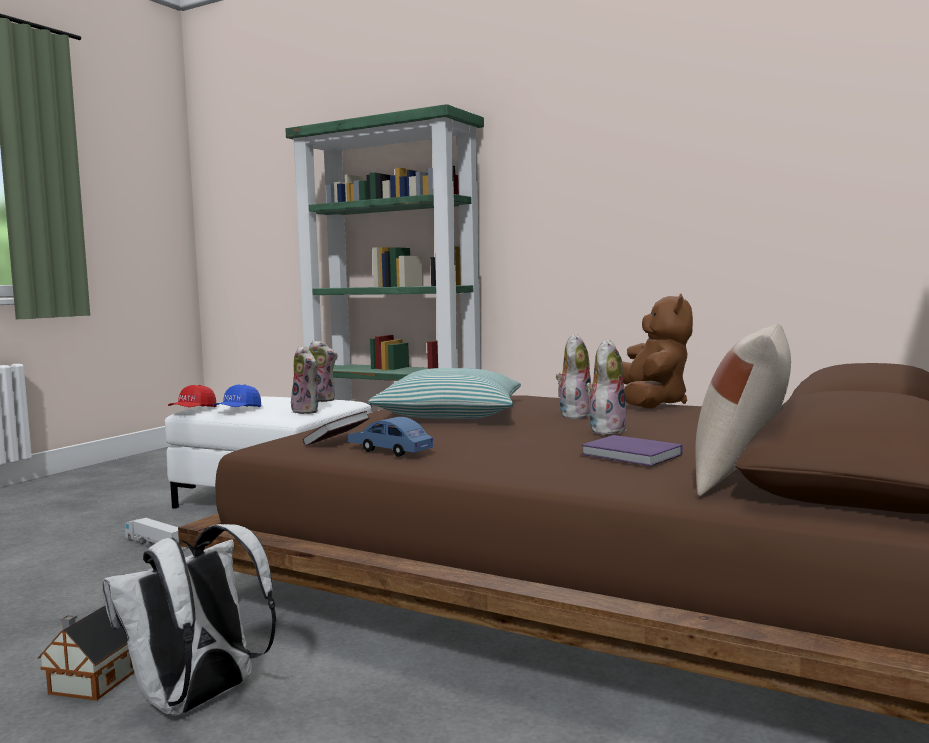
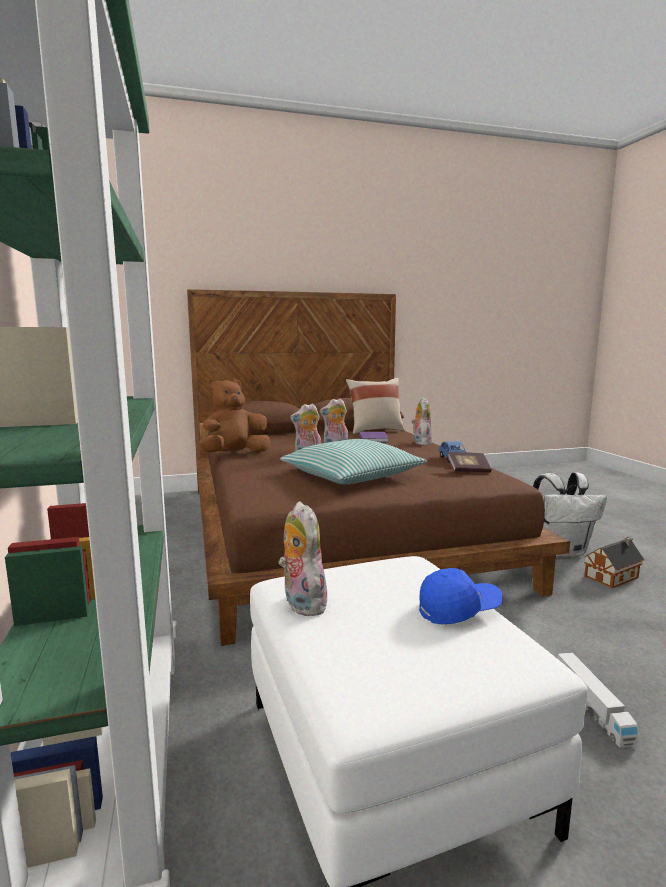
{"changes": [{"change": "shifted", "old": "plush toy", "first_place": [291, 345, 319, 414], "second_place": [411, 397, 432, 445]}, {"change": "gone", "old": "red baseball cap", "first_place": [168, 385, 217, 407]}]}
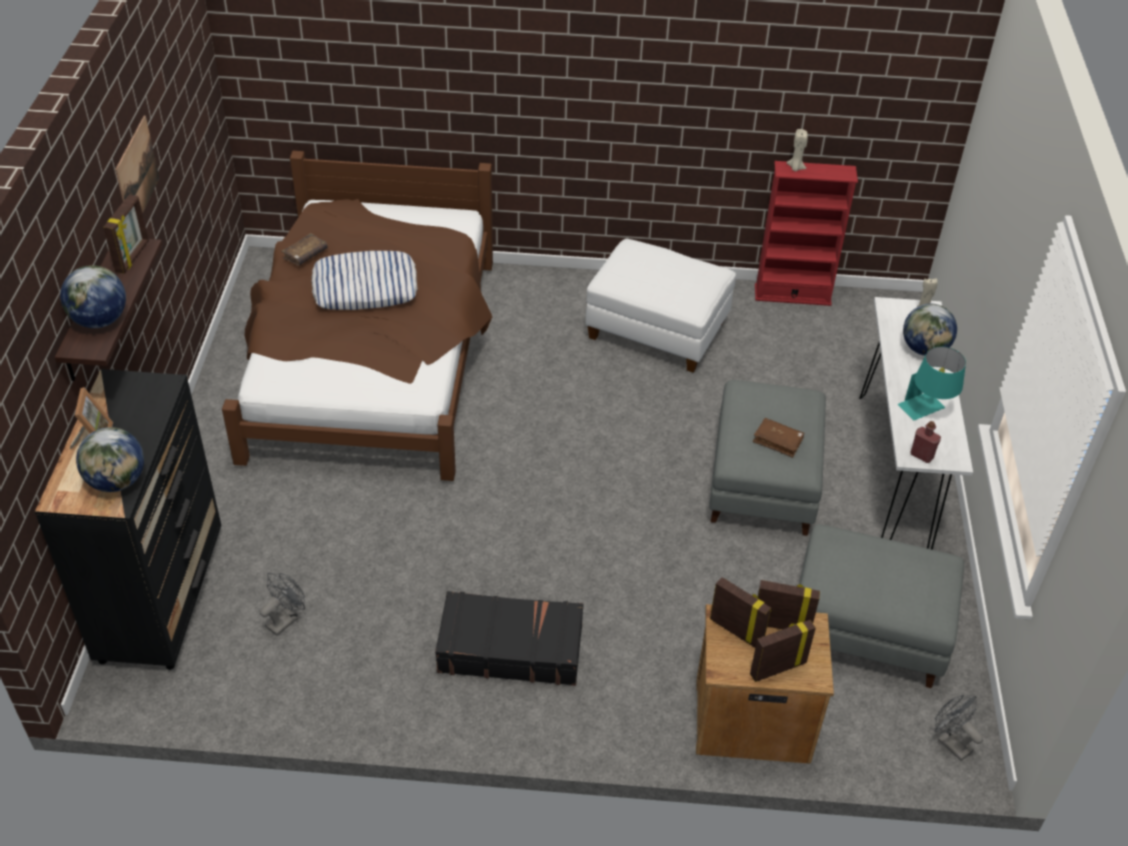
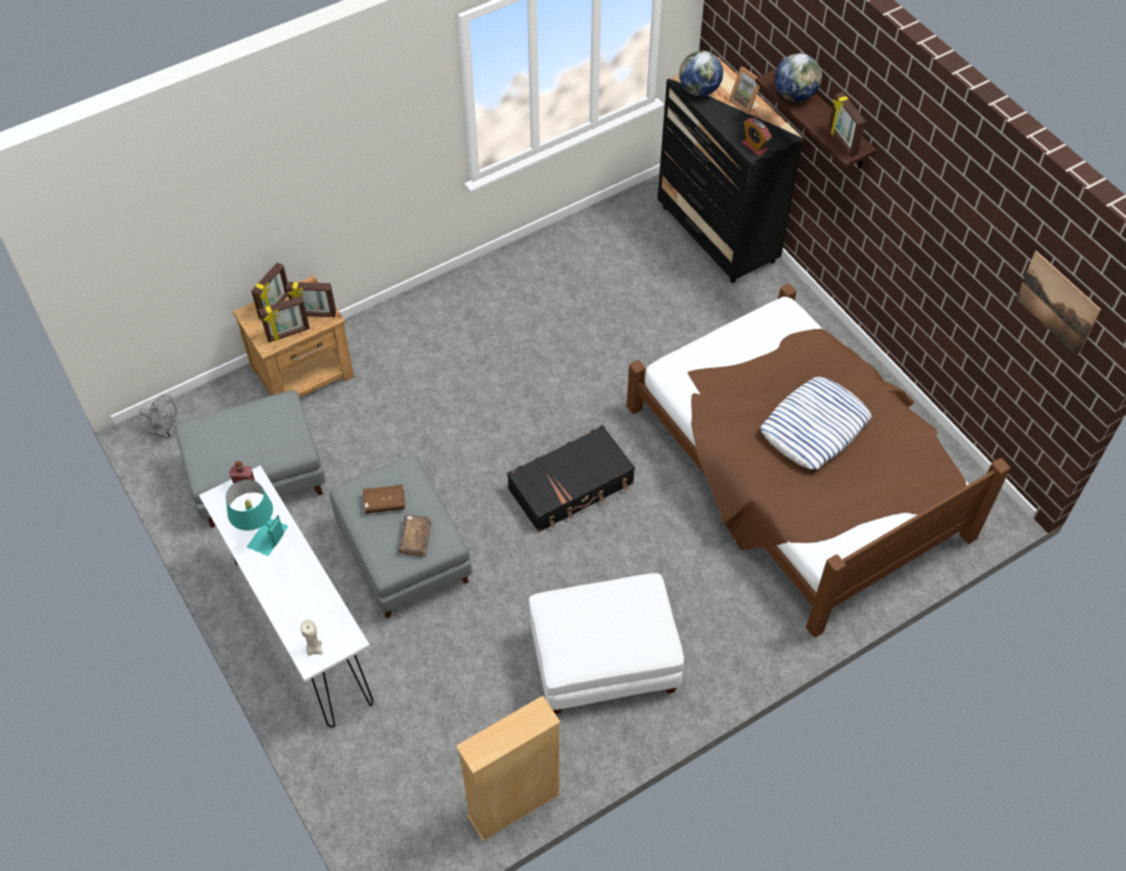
{"changes": [{"change": "shifted", "old": "brown-coloured book", "first_place": [281, 233, 328, 266], "second_place": [399, 515, 431, 557]}, {"change": "repainted", "old": "red bookcase", "new": "beige bookcase", "first_place": [755, 161, 858, 306], "second_place": [456, 696, 561, 841]}, {"change": "shifted", "old": "black suitcase", "first_place": [435, 591, 584, 686], "second_place": [507, 425, 635, 532]}, {"change": "new", "new": "alarm clock", "second_place": [742, 118, 772, 156]}, {"change": "shifted", "old": "wall picture", "first_place": [115, 116, 159, 213], "second_place": [1016, 251, 1101, 356]}, {"change": "gone", "old": "greyish fan", "first_place": [260, 573, 305, 636]}, {"change": "gone", "old": "beige wax light", "first_place": [787, 129, 808, 171]}, {"change": "gone", "old": "desk globe", "first_place": [903, 304, 957, 356]}]}
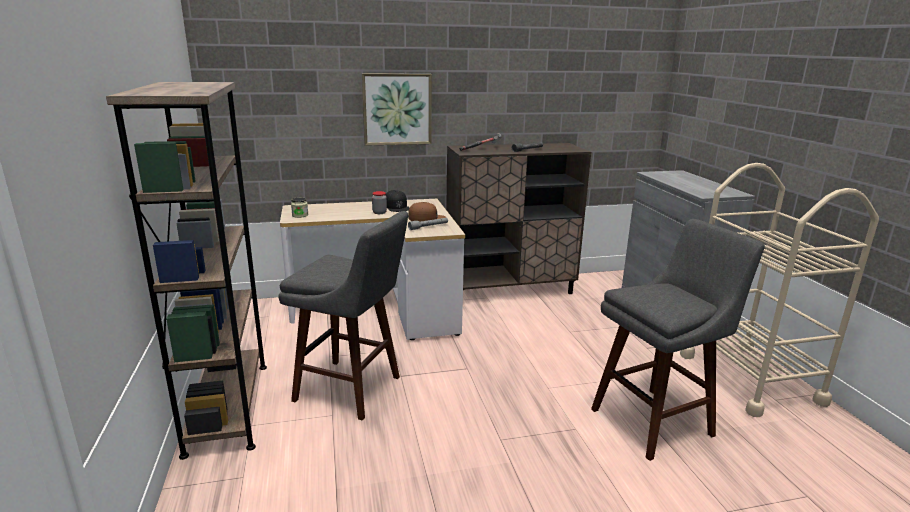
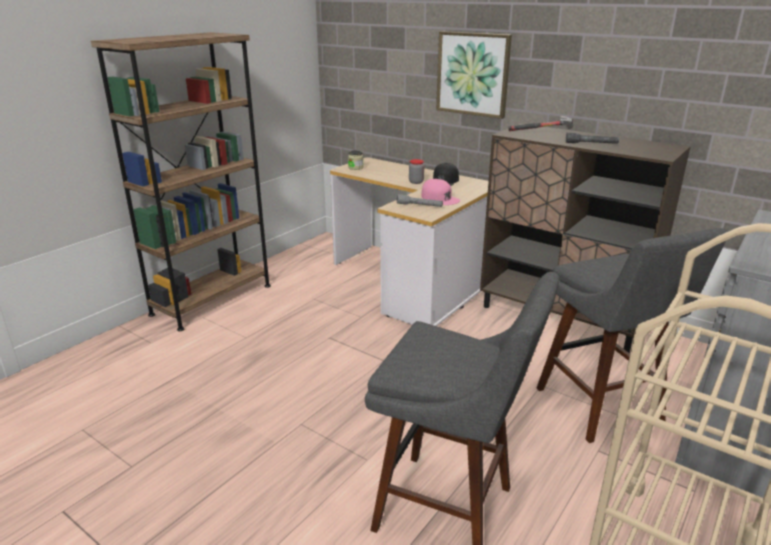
{"changes": [{"change": "repainted", "old": "brown-coloured baseball cap", "new": "pink baseball cap", "first_place": [408, 202, 446, 221], "second_place": [421, 179, 460, 205]}, {"change": "shifted", "old": "greyish stool", "first_place": [278, 211, 408, 421], "second_place": [537, 228, 728, 443]}]}
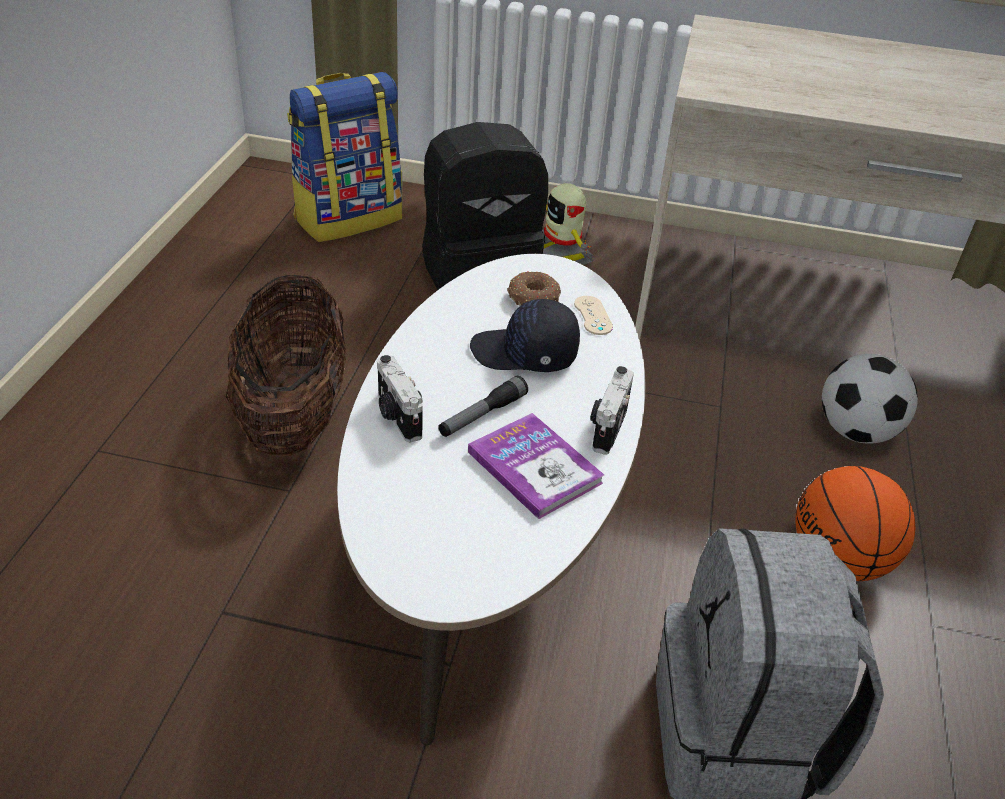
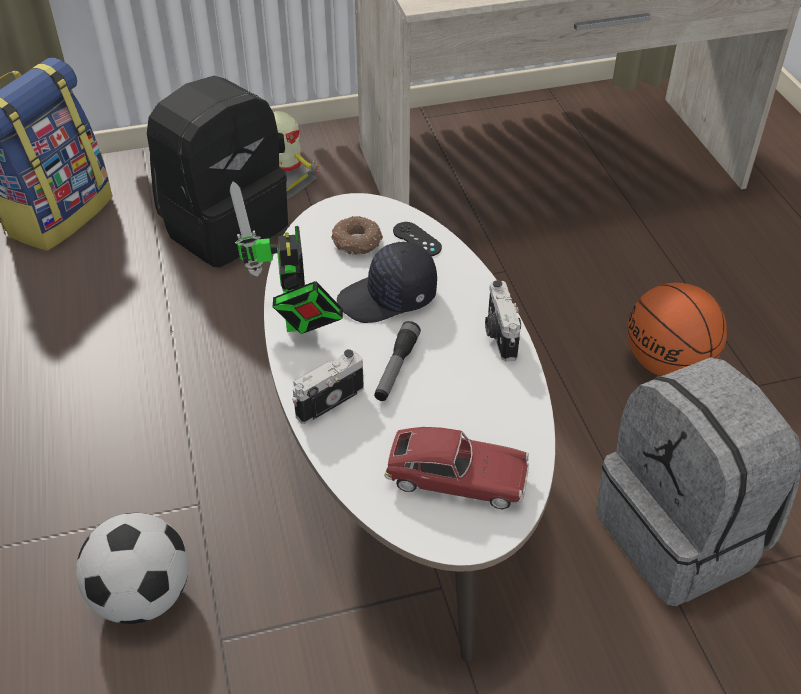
{"changes": [{"change": "shifted", "old": "football ball", "first_place": [822, 354, 918, 444], "second_place": [76, 513, 189, 624]}, {"change": "new", "new": "toy robot", "second_place": [229, 181, 343, 334]}, {"change": "rotated", "old": "photo camera", "first_place": [377, 355, 423, 442], "second_place": [292, 349, 364, 424], "degrees": 105}, {"change": "new", "new": "toy car", "second_place": [384, 427, 529, 510]}, {"change": "repainted", "old": "beige gamepad", "new": "black gamepad", "first_place": [574, 296, 613, 335], "second_place": [393, 222, 442, 256]}, {"change": "gone", "old": "basket", "first_place": [226, 273, 346, 456]}, {"change": "gone", "old": "book", "first_place": [468, 413, 604, 519]}]}
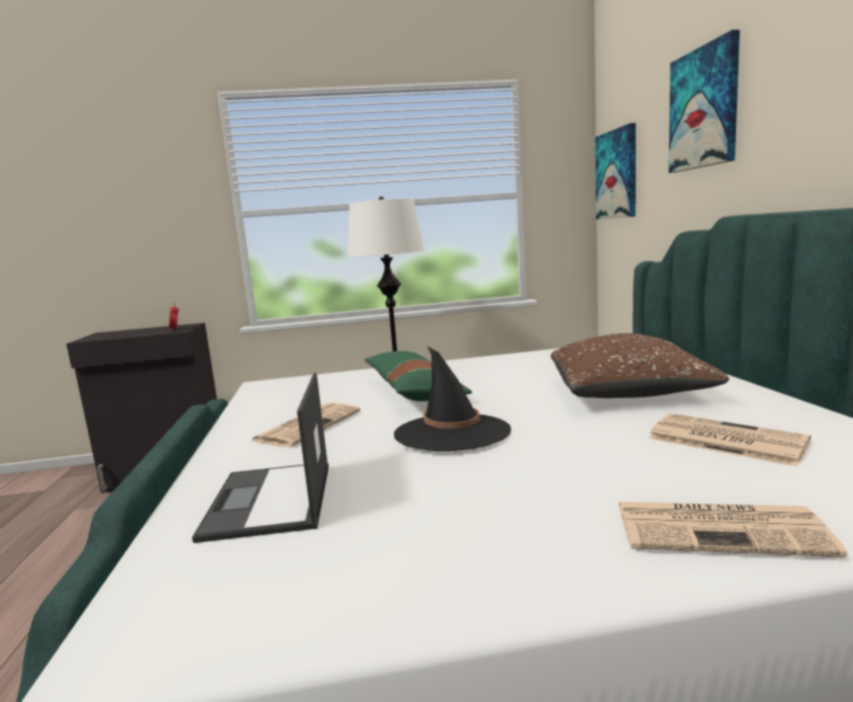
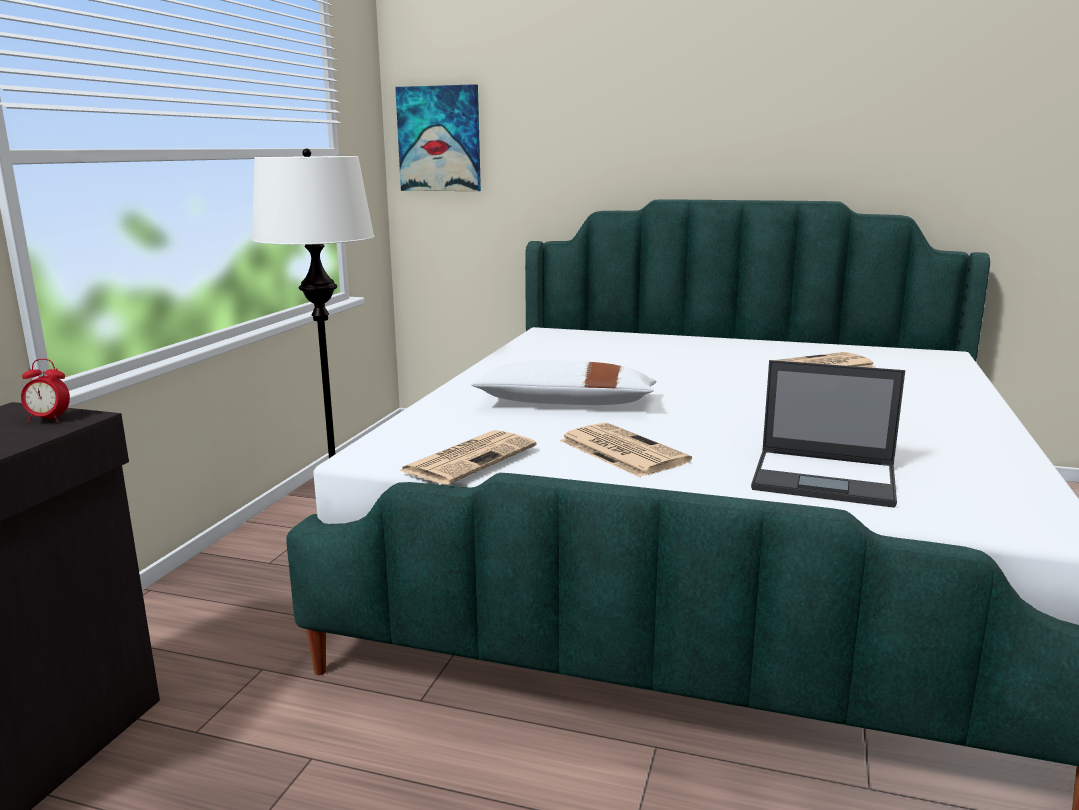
{"changes": [{"change": "shifted", "old": "printed paper", "first_place": [618, 502, 847, 557], "second_place": [399, 430, 537, 485]}, {"change": "repainted", "old": "green pillow", "new": "whitish pillow", "first_place": [364, 351, 472, 401], "second_place": [471, 360, 656, 405]}, {"change": "gone", "old": "black hat", "first_place": [394, 346, 511, 451]}, {"change": "gone", "old": "brown-coloured pillow", "first_place": [551, 333, 729, 398]}, {"change": "gone", "old": "wall picture", "first_place": [669, 30, 740, 173]}]}
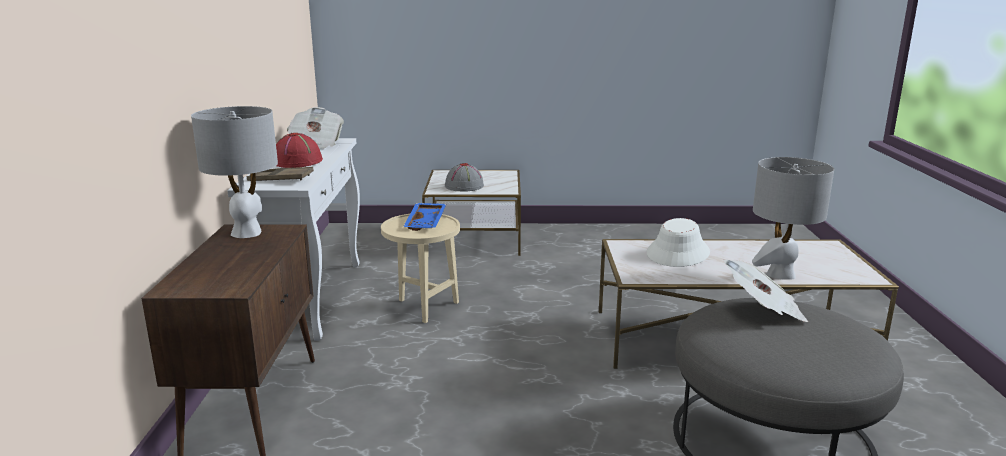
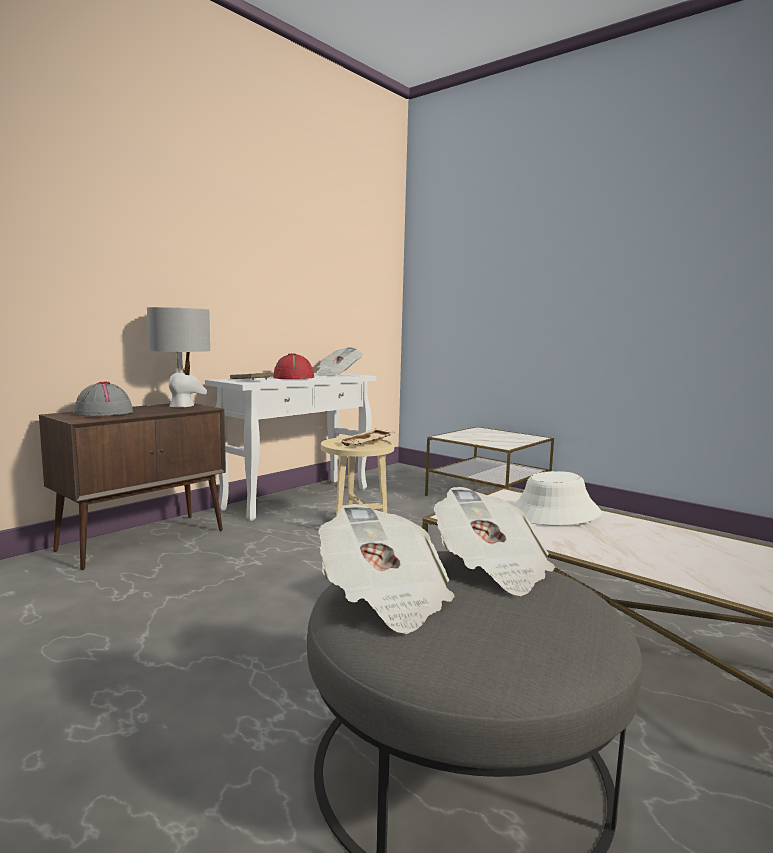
{"changes": [{"change": "shifted", "old": "greyish hat", "first_place": [445, 163, 484, 191], "second_place": [73, 382, 133, 416]}, {"change": "new", "new": "printed paper", "second_place": [318, 504, 455, 634]}, {"change": "repainted", "old": "blue carrying tray", "new": "beige carrying tray", "first_place": [403, 203, 446, 231], "second_place": [338, 428, 394, 446]}, {"change": "gone", "old": "greyish tabletop lamp", "first_place": [752, 157, 834, 280]}]}
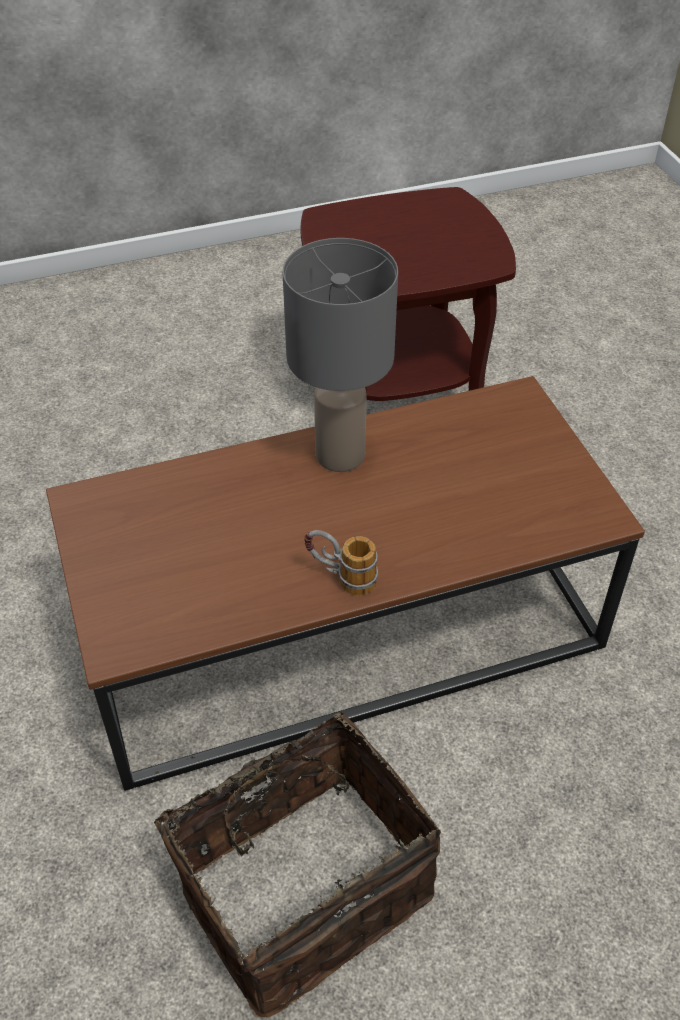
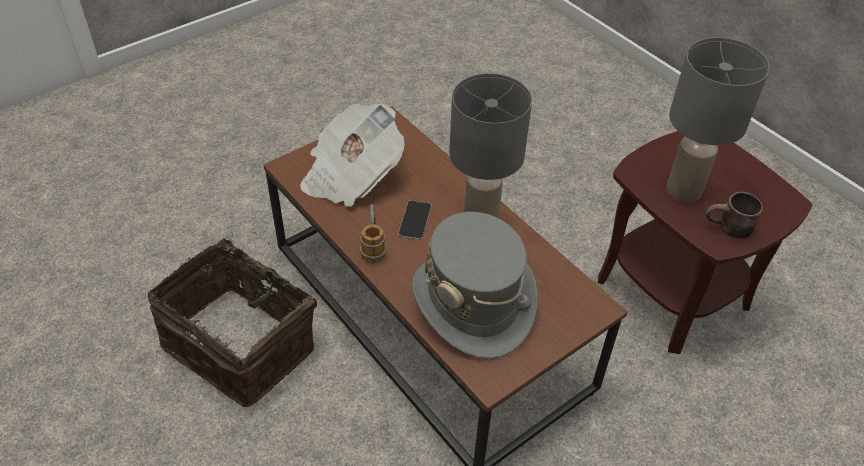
{"changes": [{"change": "new", "new": "printed paper", "second_place": [300, 103, 405, 207]}, {"change": "new", "new": "telephone", "second_place": [398, 200, 432, 240]}, {"change": "new", "new": "greyish hat", "second_place": [412, 212, 538, 359]}, {"change": "new", "new": "greyish tabletop lamp", "second_place": [667, 37, 770, 203]}, {"change": "new", "new": "brown-coloured mug", "second_place": [706, 192, 763, 238]}]}
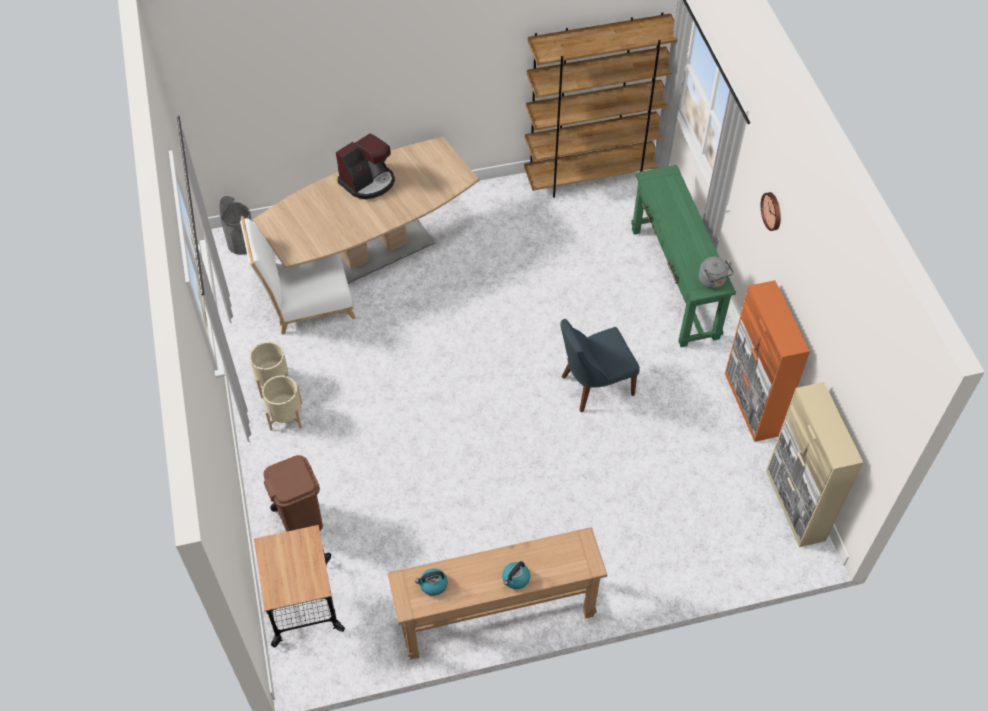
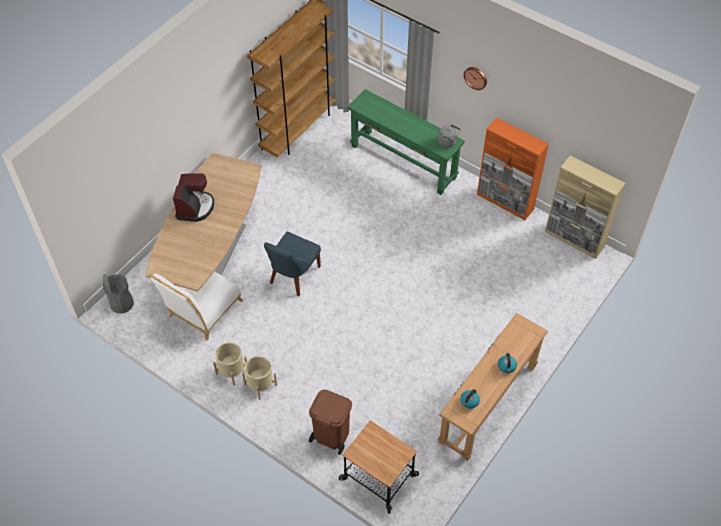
{"changes": [{"change": "shifted", "old": "blue chair", "first_place": [561, 319, 640, 412], "second_place": [264, 232, 321, 296]}]}
